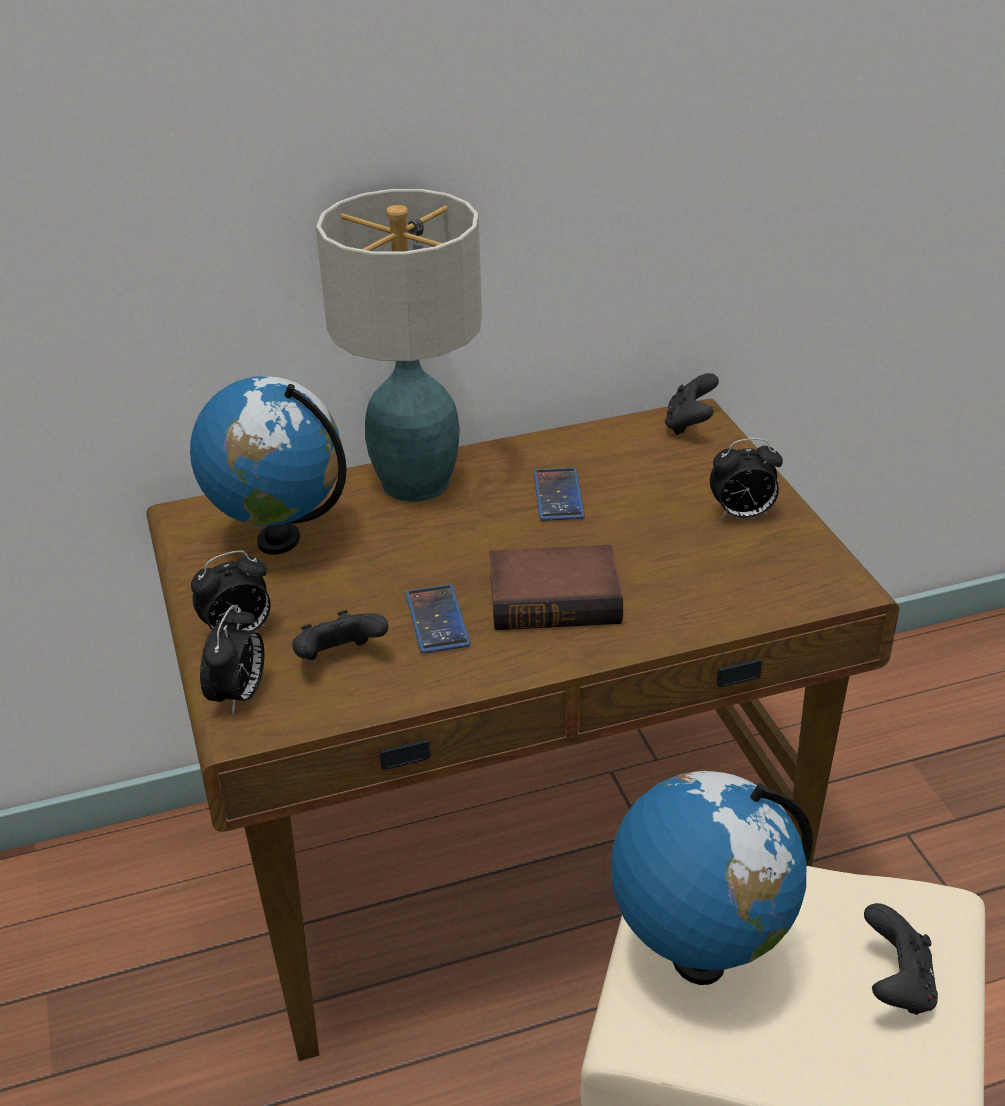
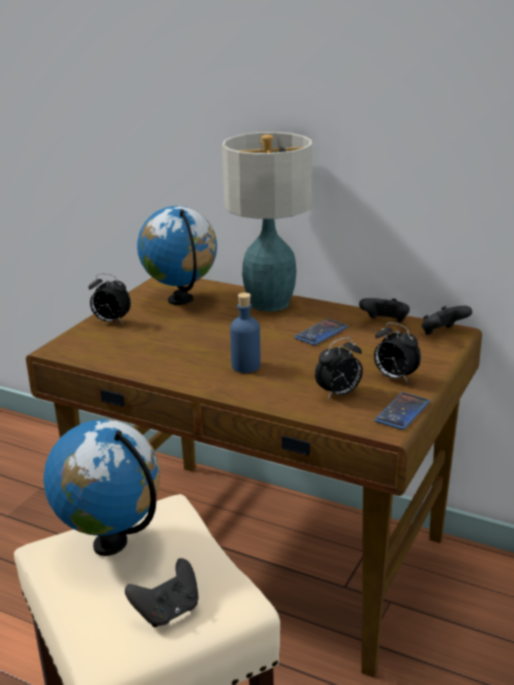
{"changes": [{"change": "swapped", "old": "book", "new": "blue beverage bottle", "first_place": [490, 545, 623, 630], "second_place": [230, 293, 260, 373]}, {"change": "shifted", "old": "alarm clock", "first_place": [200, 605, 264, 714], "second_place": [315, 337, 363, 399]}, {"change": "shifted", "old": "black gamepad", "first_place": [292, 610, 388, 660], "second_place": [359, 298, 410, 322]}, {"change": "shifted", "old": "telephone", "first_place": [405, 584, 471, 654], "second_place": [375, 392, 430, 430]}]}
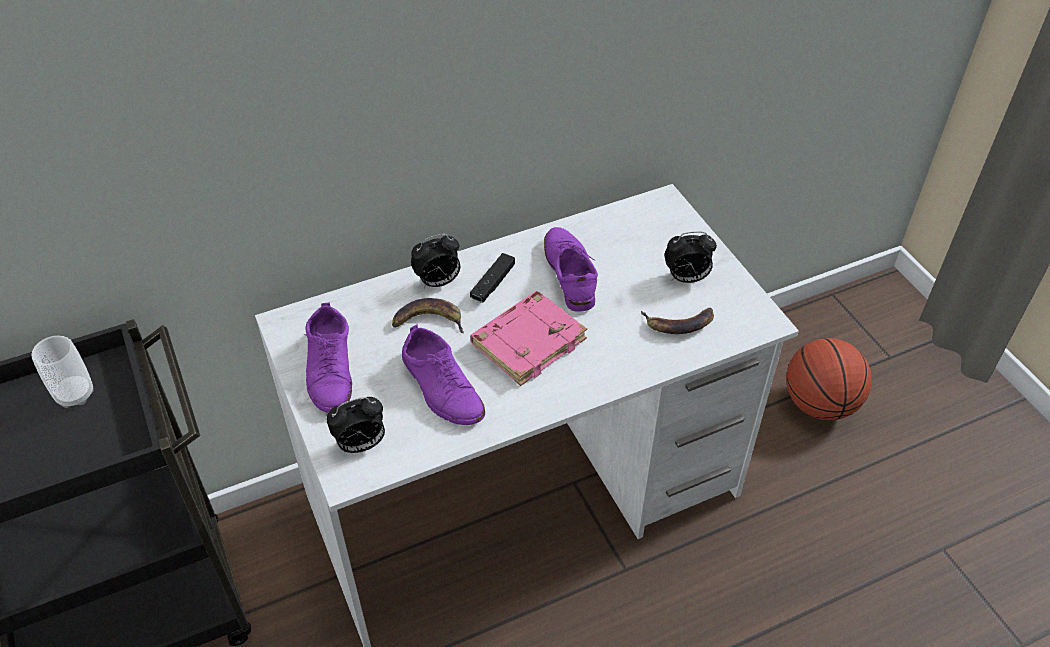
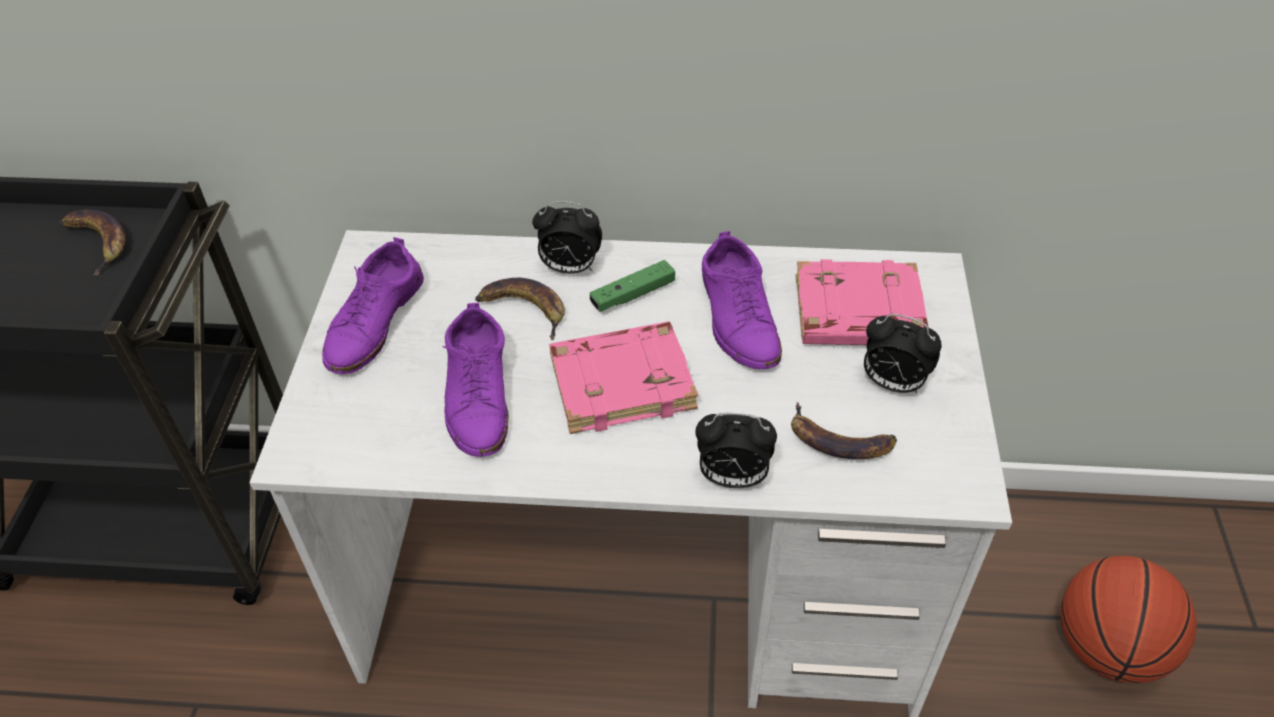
{"changes": [{"change": "swapped", "old": "cup", "new": "whole banana", "first_place": [31, 336, 93, 408], "second_place": [59, 210, 126, 276]}, {"change": "repainted", "old": "black gamepad", "new": "green gamepad", "first_place": [470, 253, 515, 303], "second_place": [590, 260, 675, 312]}, {"change": "shifted", "old": "alarm clock", "first_place": [327, 397, 385, 453], "second_place": [695, 413, 777, 488]}, {"change": "rotated", "old": "purplish shoe", "first_place": [544, 227, 598, 311], "second_place": [702, 231, 782, 369], "degrees": 150}, {"change": "new", "new": "pink book", "second_place": [796, 259, 929, 345]}]}
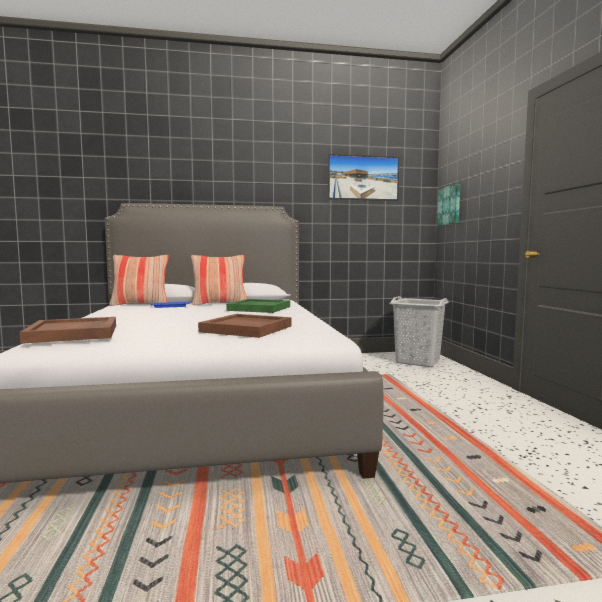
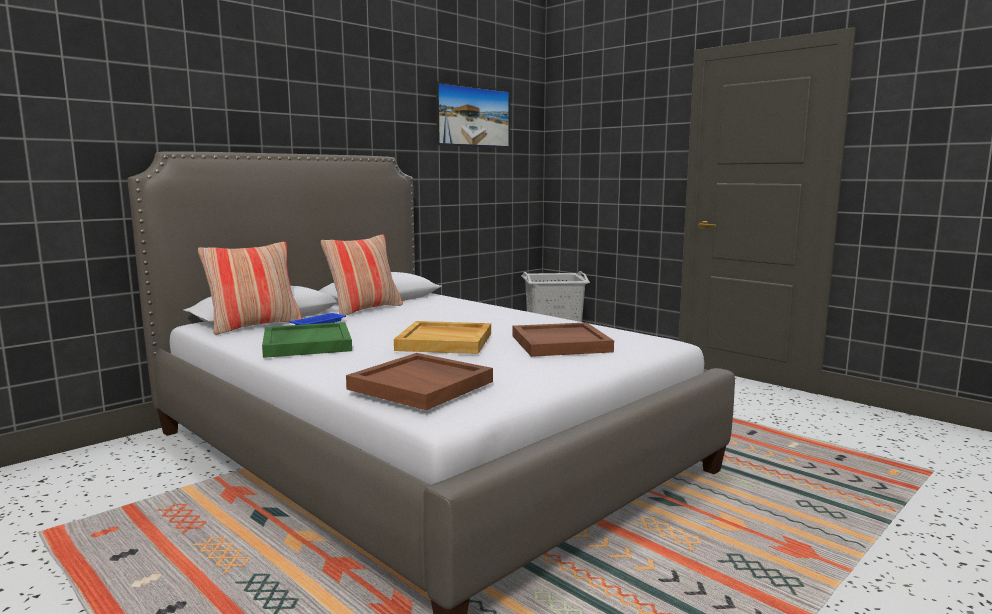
{"changes": [{"change": "shifted", "old": "green carrying tray", "first_place": [226, 299, 290, 313], "second_place": [262, 322, 352, 358]}, {"change": "new", "new": "beige carrying tray", "second_place": [394, 321, 491, 354]}, {"change": "gone", "old": "wall picture", "first_place": [437, 184, 460, 226]}]}
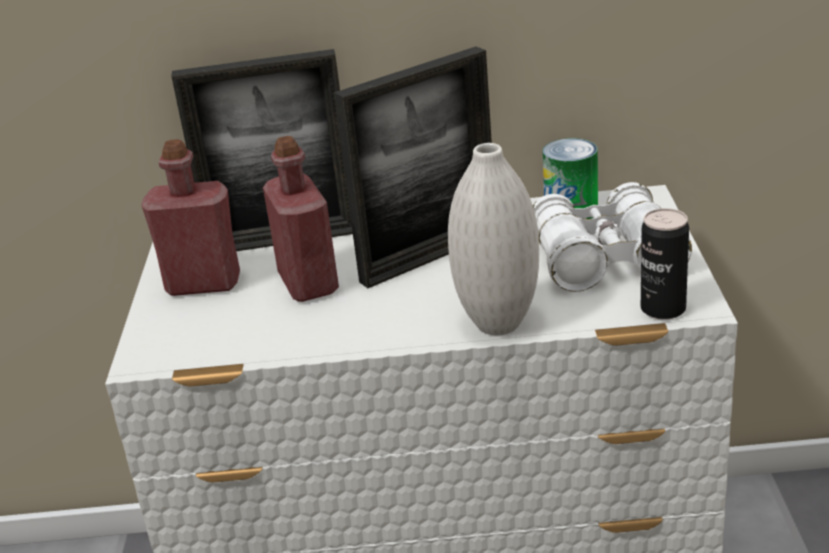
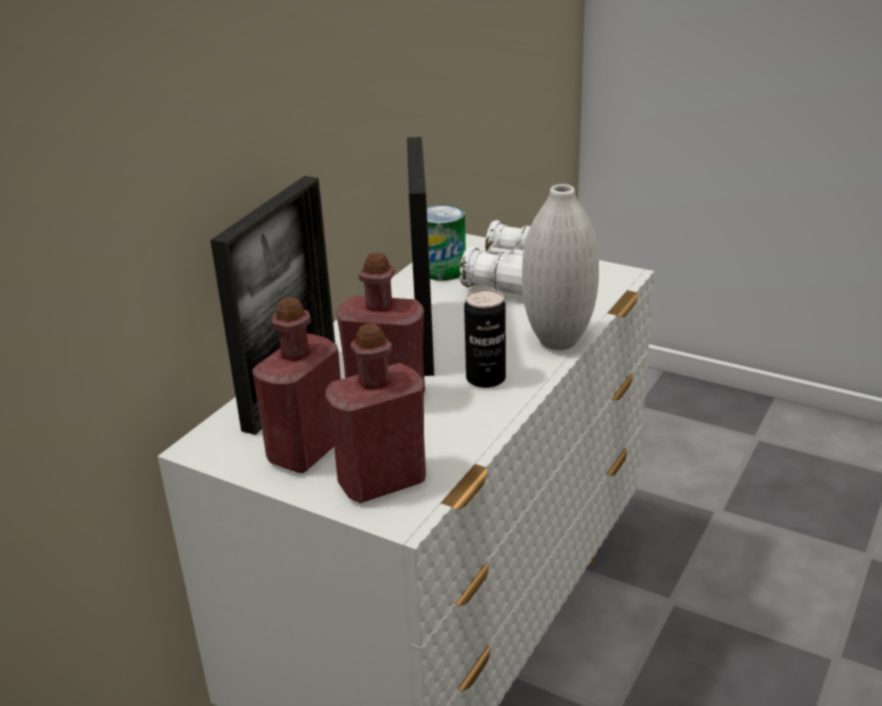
{"changes": [{"change": "new", "new": "red beverage bottle", "second_place": [325, 323, 426, 503]}, {"change": "shifted", "old": "sealed can", "first_place": [641, 208, 689, 320], "second_place": [464, 289, 506, 388]}]}
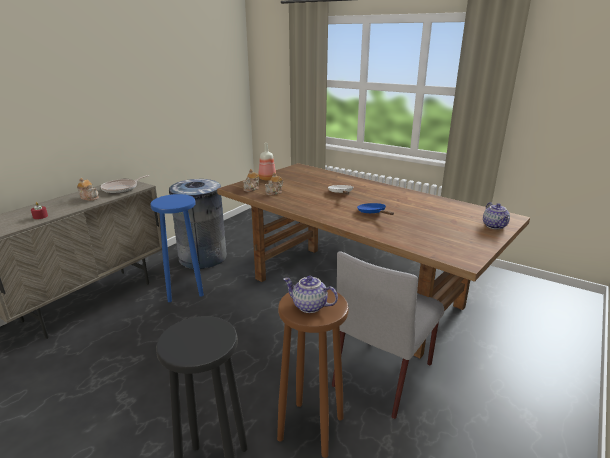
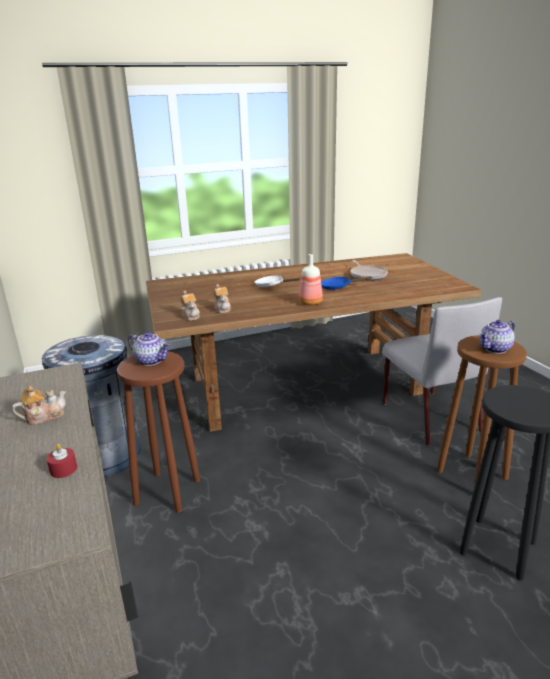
{"changes": [{"change": "repainted", "old": "blue stool", "new": "brown-coloured stool", "first_place": [150, 194, 204, 302], "second_place": [117, 351, 200, 513]}, {"change": "shifted", "old": "teapot", "first_place": [483, 202, 510, 229], "second_place": [128, 332, 170, 366]}, {"change": "shifted", "old": "beverage bottle", "first_place": [258, 143, 276, 180], "second_place": [298, 254, 323, 305]}, {"change": "shifted", "old": "skillet", "first_place": [101, 175, 149, 193], "second_place": [350, 260, 388, 280]}]}
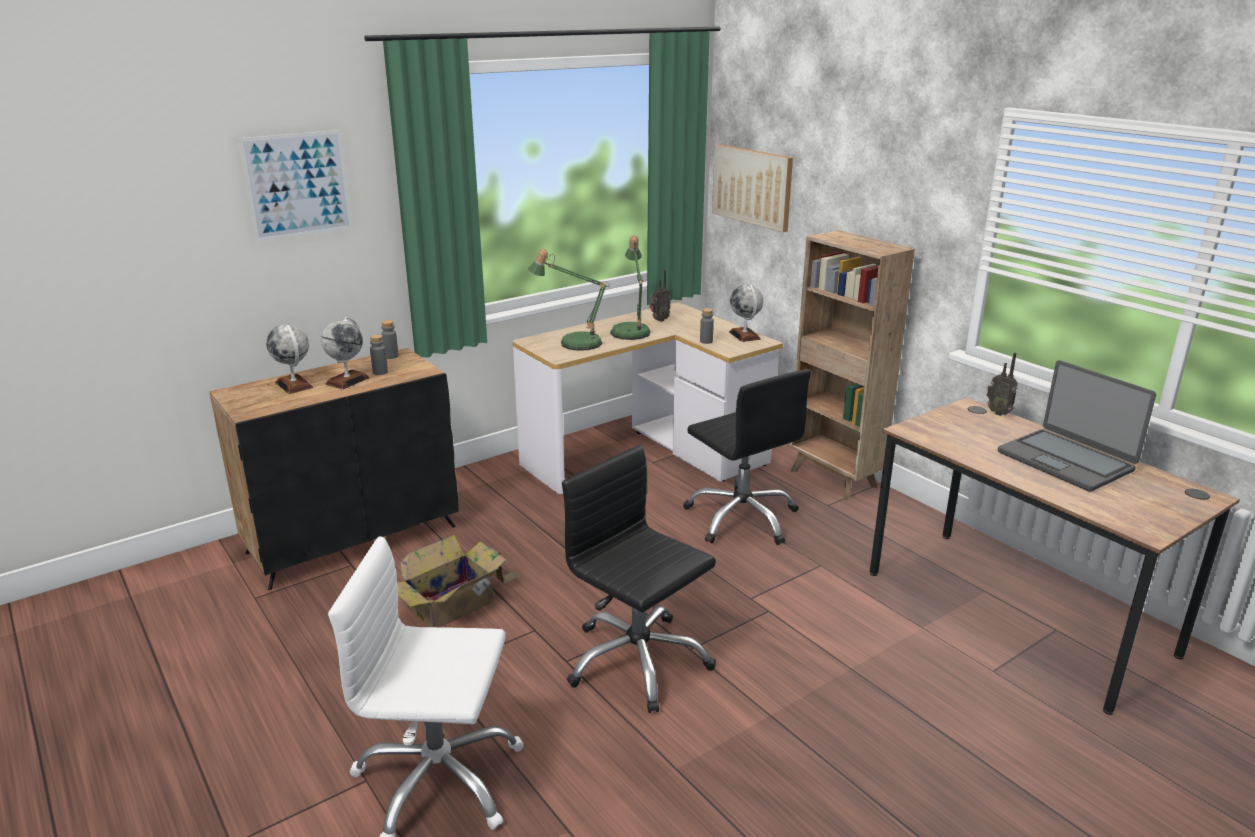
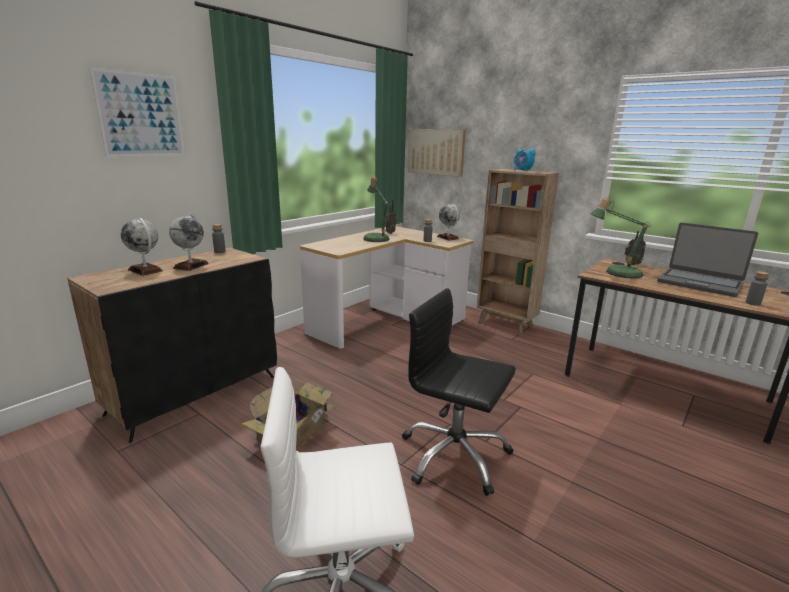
{"changes": [{"change": "new", "new": "alarm clock", "second_place": [514, 145, 536, 172]}, {"change": "shifted", "old": "tabletop lamp", "first_place": [528, 249, 610, 351], "second_place": [590, 197, 650, 279]}, {"change": "shifted", "old": "greyish beverage bottle", "first_place": [370, 335, 388, 375], "second_place": [746, 271, 769, 306]}, {"change": "gone", "old": "black computer chair", "first_place": [683, 369, 811, 545]}]}
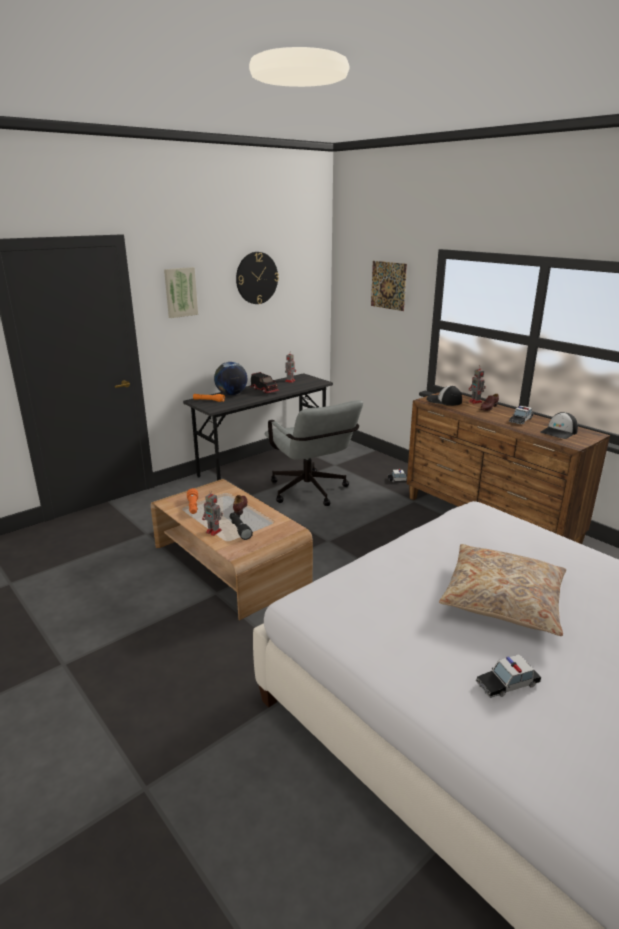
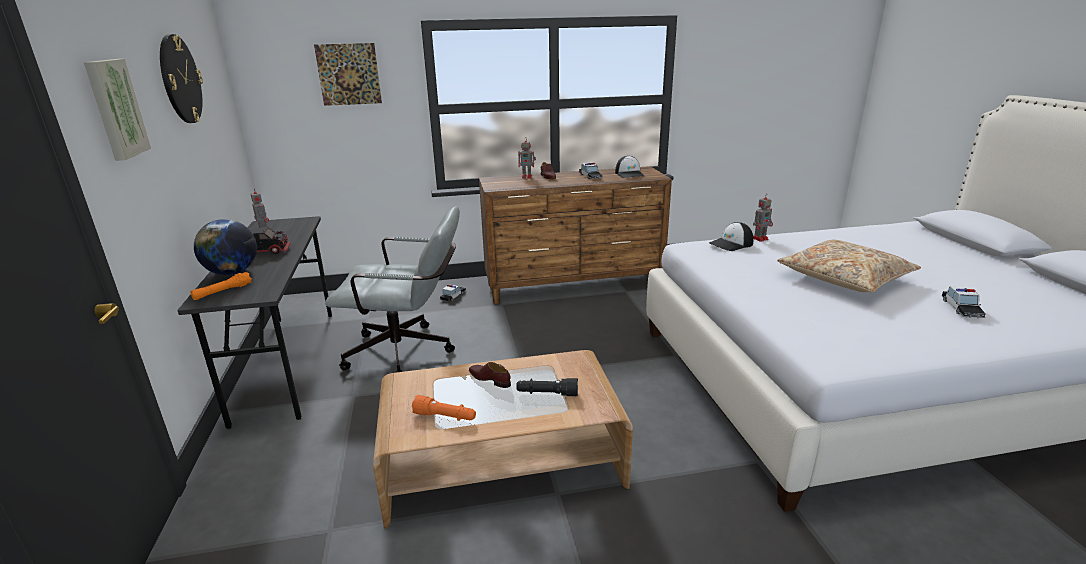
{"changes": [{"change": "shifted", "old": "baseball cap", "first_place": [426, 386, 462, 406], "second_place": [709, 222, 753, 251]}, {"change": "shifted", "old": "toy robot", "first_place": [202, 490, 223, 536], "second_place": [753, 193, 773, 242]}]}
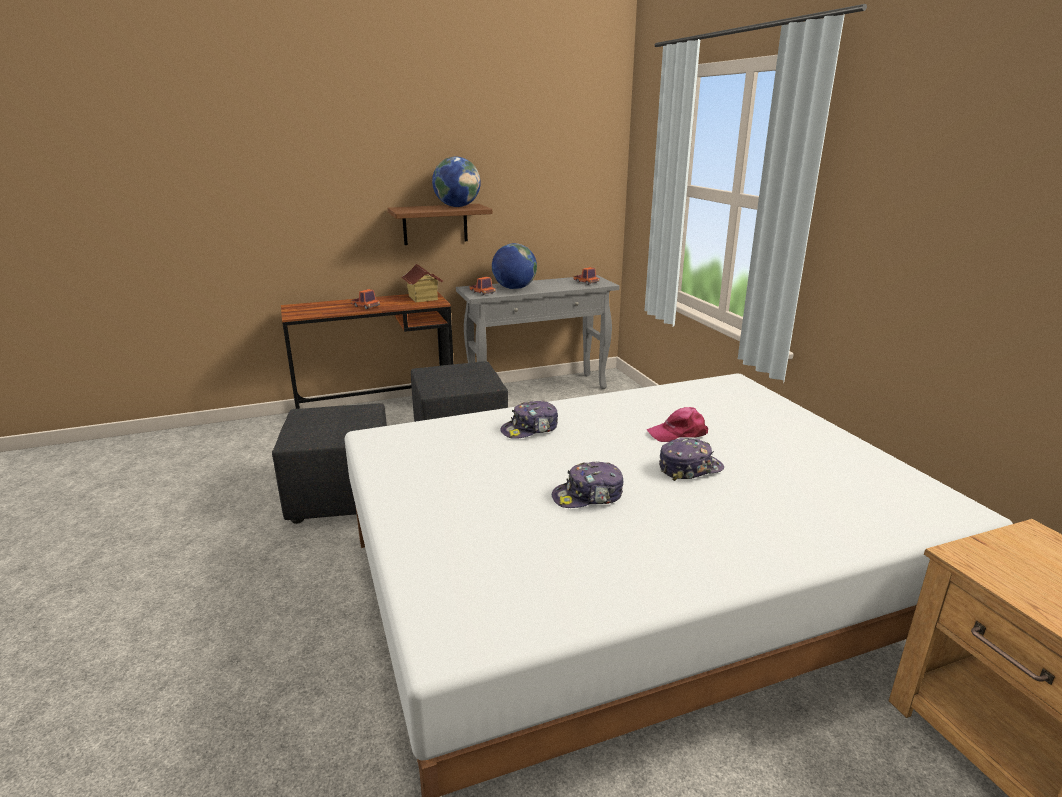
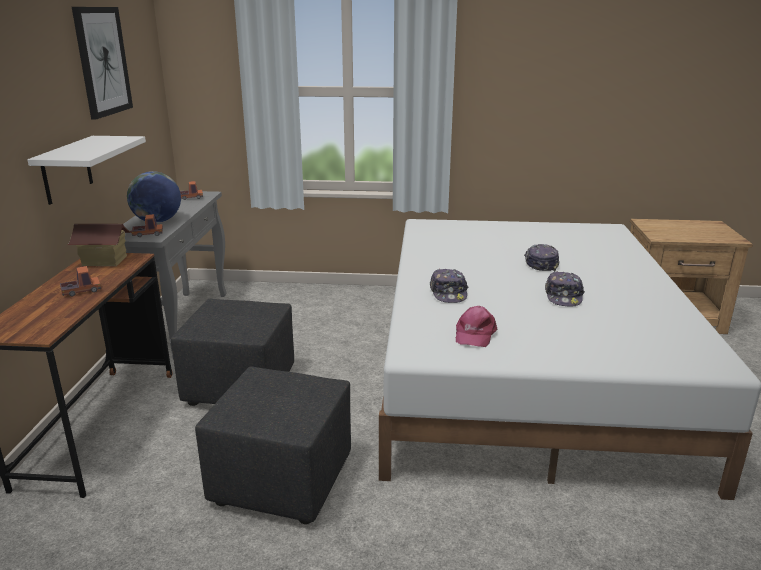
{"changes": [{"change": "repainted", "old": "brown-coloured shelf", "new": "whitish shelf", "first_place": [387, 204, 493, 245], "second_place": [27, 136, 146, 205]}, {"change": "new", "new": "wall picture", "second_place": [72, 7, 133, 119]}, {"change": "shifted", "old": "pink baseball cap", "first_place": [647, 407, 708, 442], "second_place": [456, 306, 497, 347]}, {"change": "gone", "old": "desk globe", "first_place": [432, 157, 481, 207]}]}
